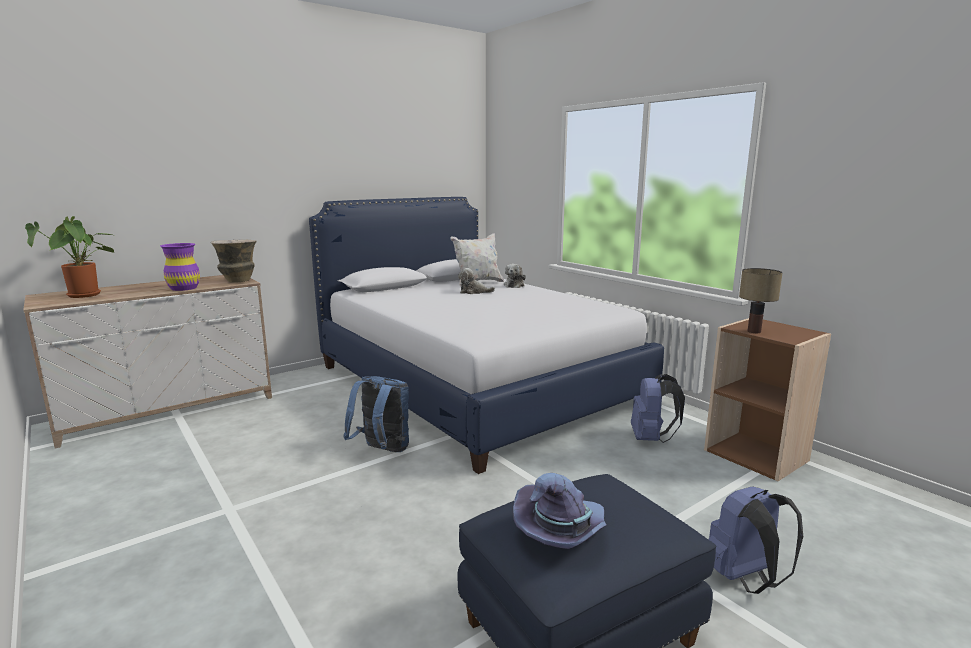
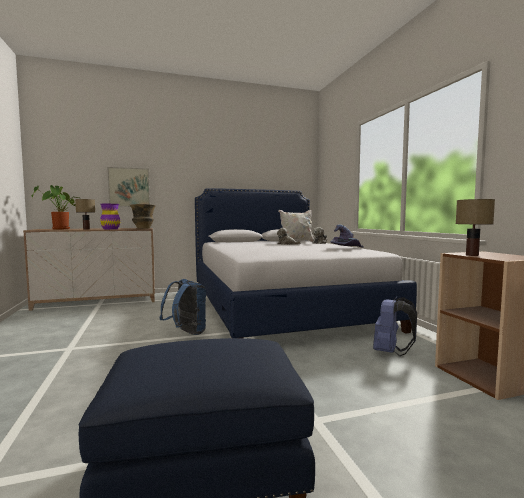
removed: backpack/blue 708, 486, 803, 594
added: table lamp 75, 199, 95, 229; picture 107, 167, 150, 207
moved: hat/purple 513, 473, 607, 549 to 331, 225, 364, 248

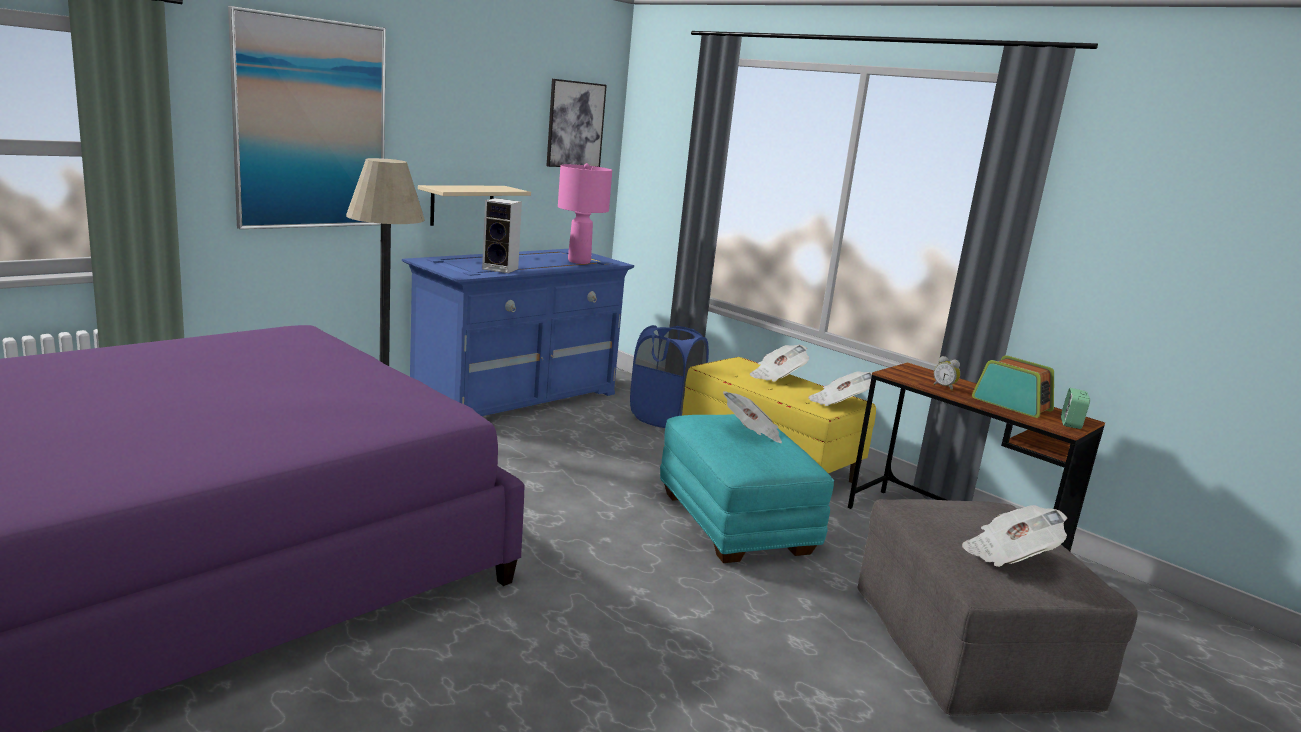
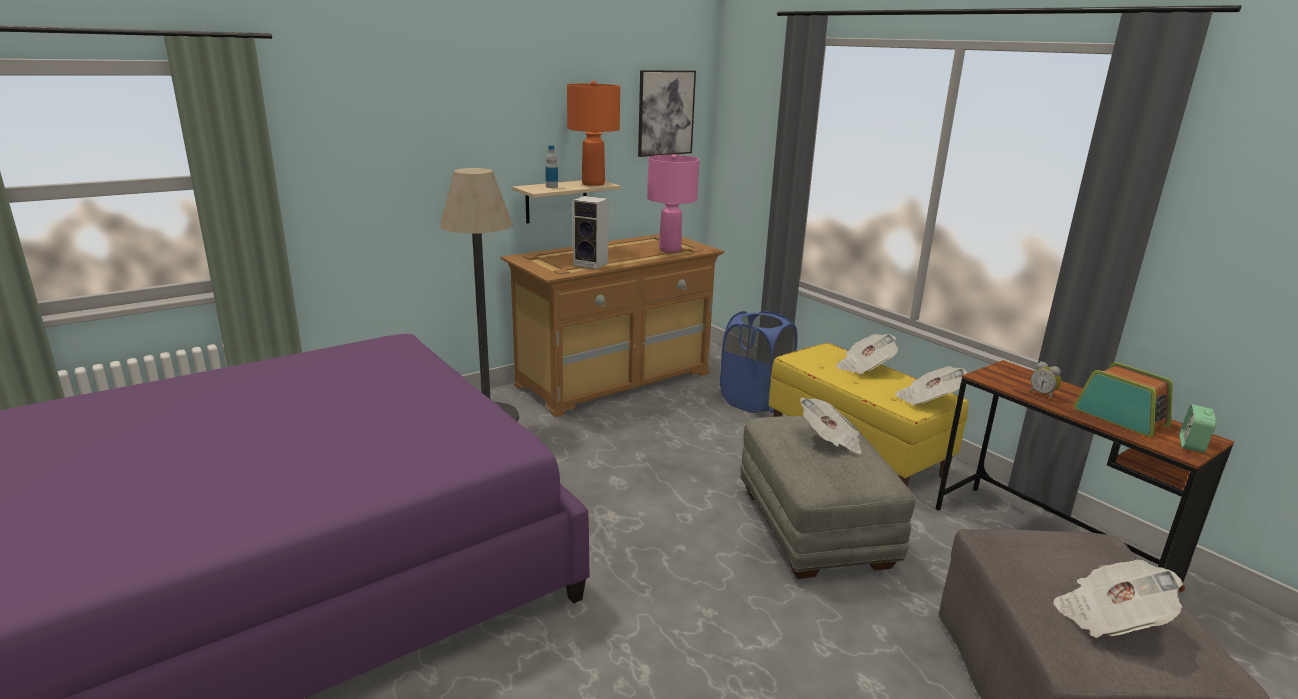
removed: picture 228, 6, 386, 229
added: bottle 545, 145, 558, 188; table lamp/orange 567, 81, 620, 186
recoloured: dresser/blue 402, 249, 634, 416 to dresser/brown 501, 234, 724, 417; ottoman/turquoise 660, 414, 834, 563 to ottoman/grey 740, 415, 916, 579

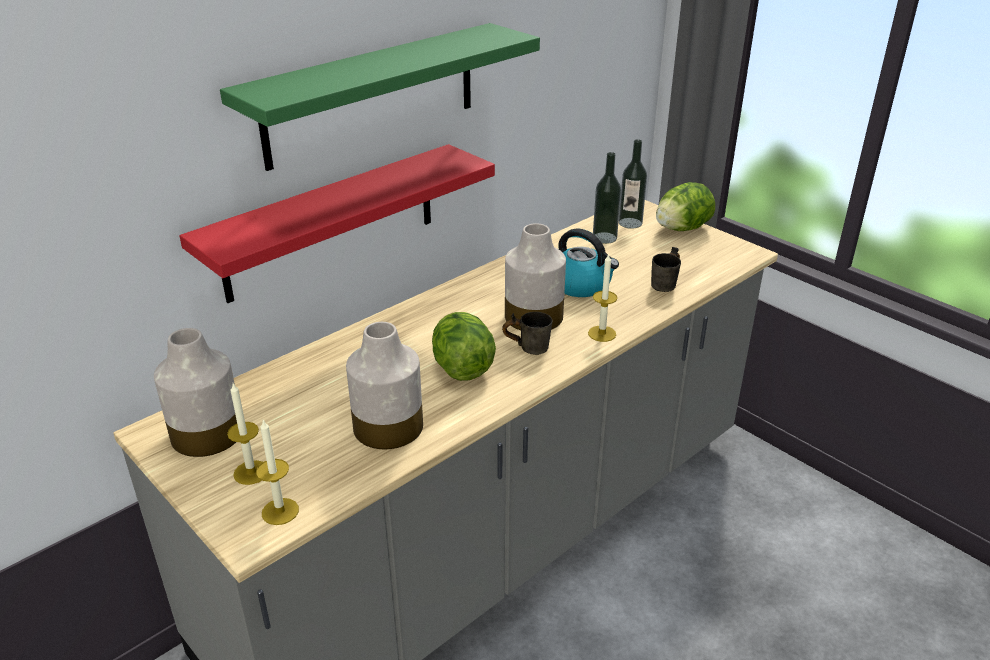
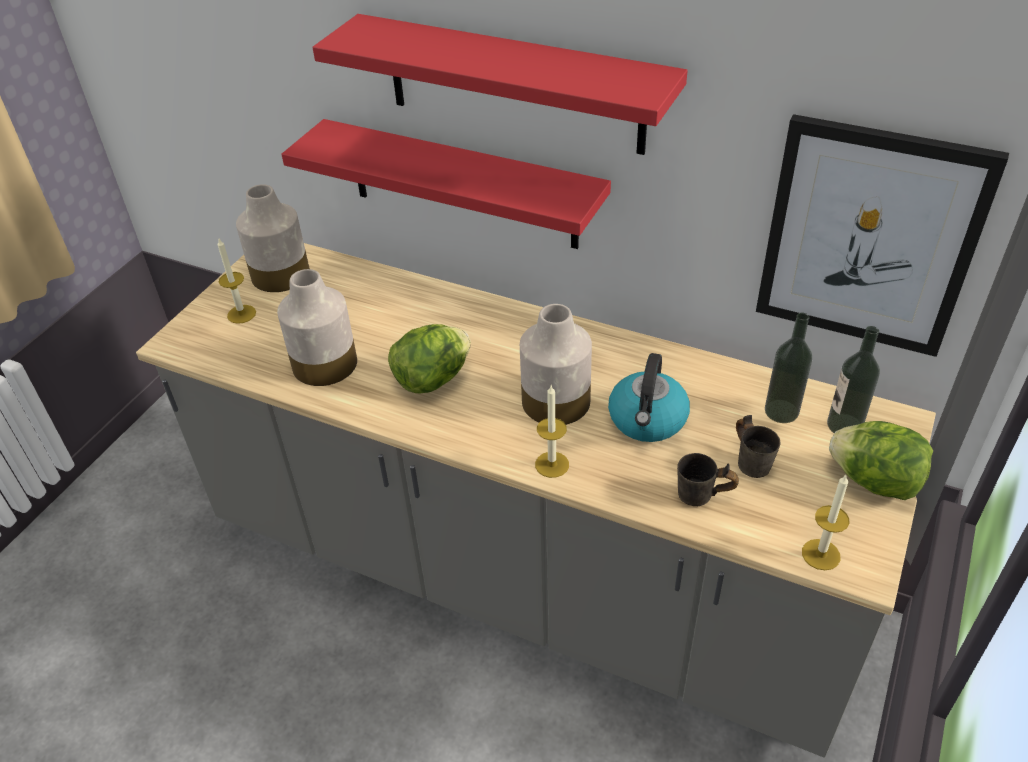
added: picture 756, 114, 1009, 357
moved: candle 256, 420, 299, 525 to 802, 475, 849, 570; mug/grey 502, 312, 552, 355 to 736, 415, 780, 478
recoloured: shelf/green 220, 23, 540, 171 to shelf/red 312, 14, 688, 155

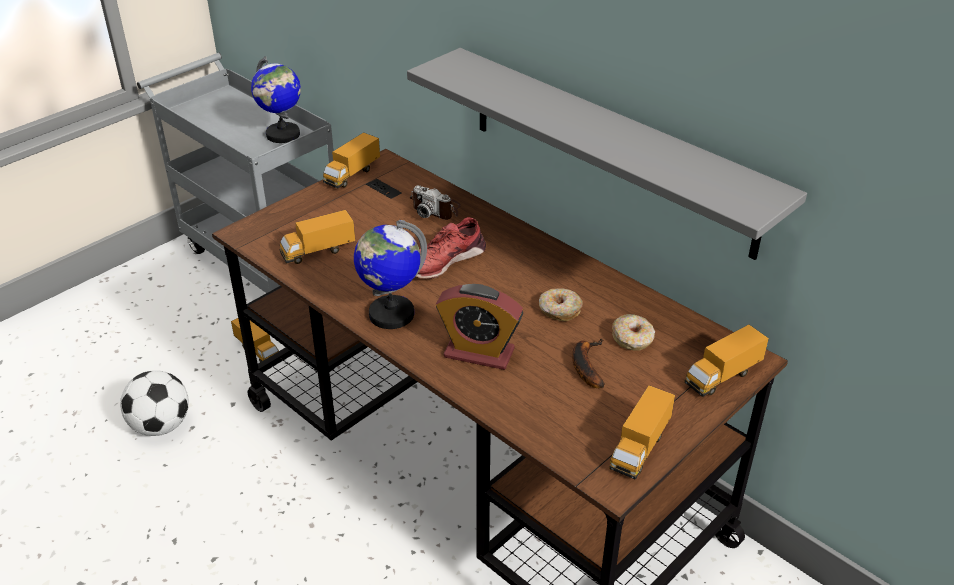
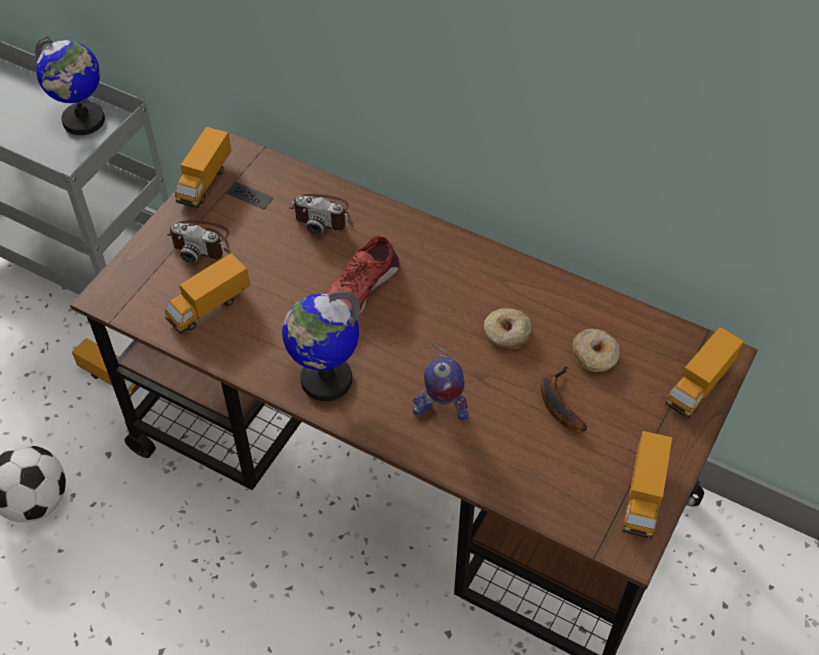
removed: shelf/grey 407, 48, 807, 260
added: photo camera 167, 220, 230, 263
replaced: alarm clock 436, 284, 523, 370 to toy robot 412, 341, 469, 421

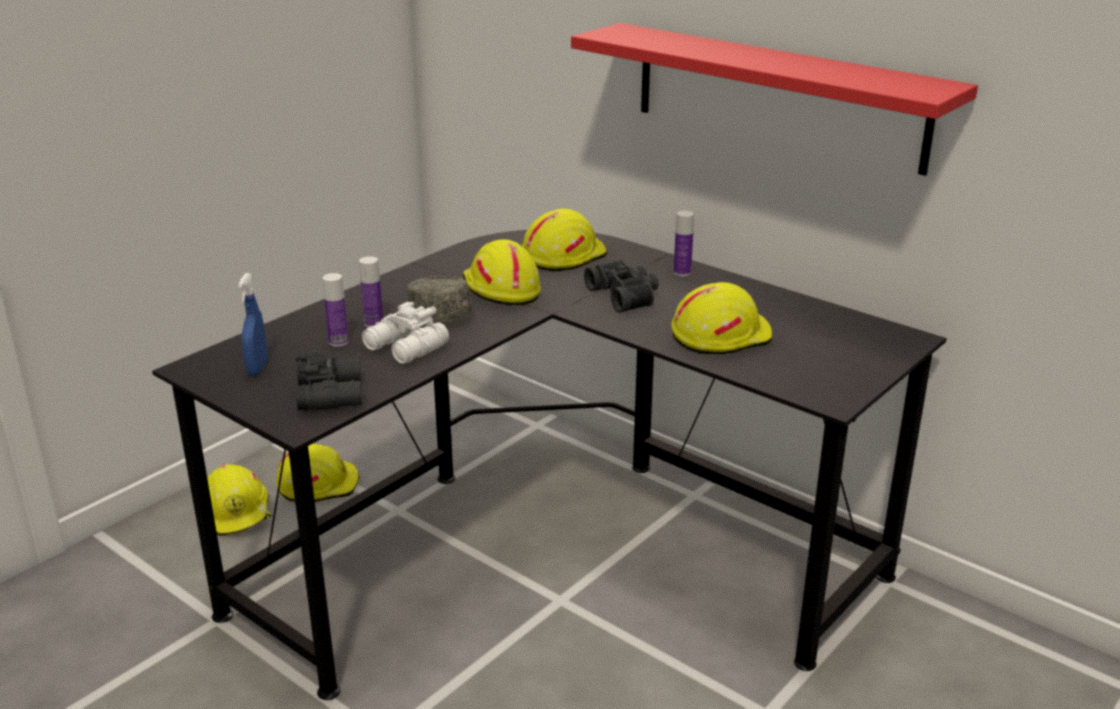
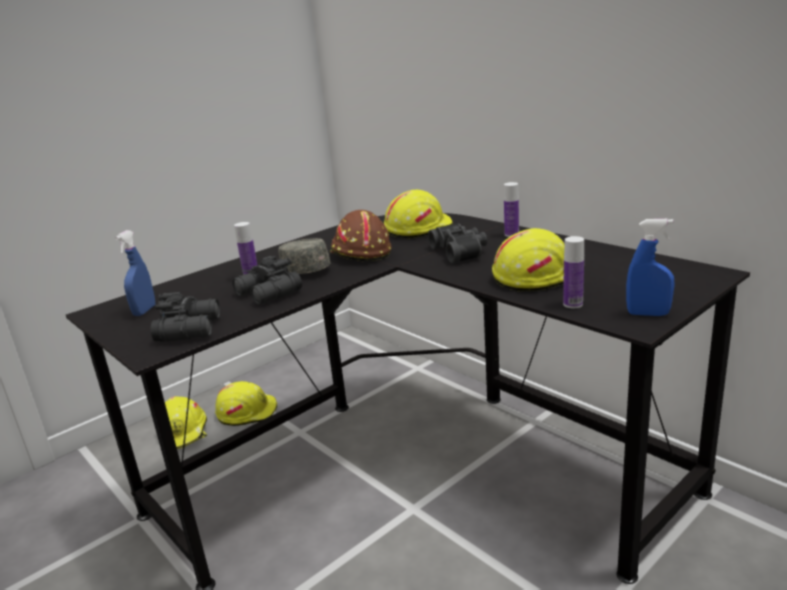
removed: shelf/red 571, 23, 978, 176
added: spray bottle/blue 626, 219, 675, 316
moved: bottle 323, 273, 349, 347 to 563, 236, 584, 308
recoloured: binoculars/white 362, 302, 449, 364 to binoculars/black 232, 256, 302, 305; hard hat/yellow 462, 239, 541, 306 to hard hat/brown 330, 210, 392, 261

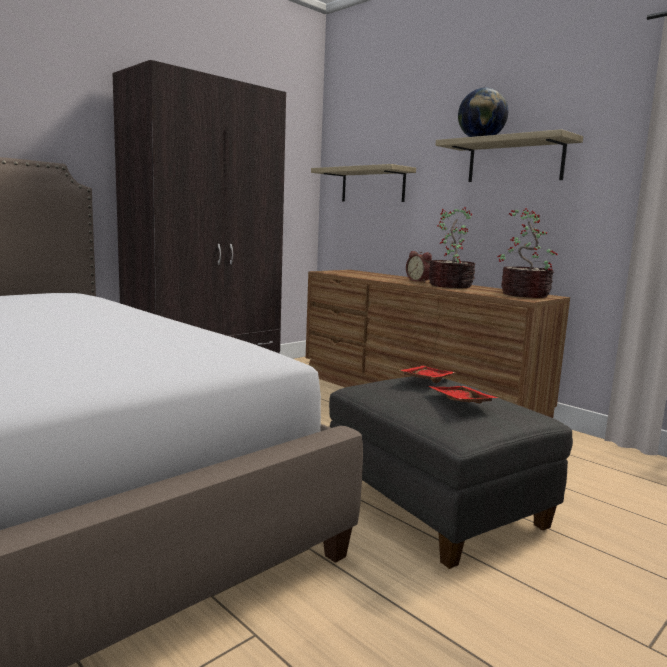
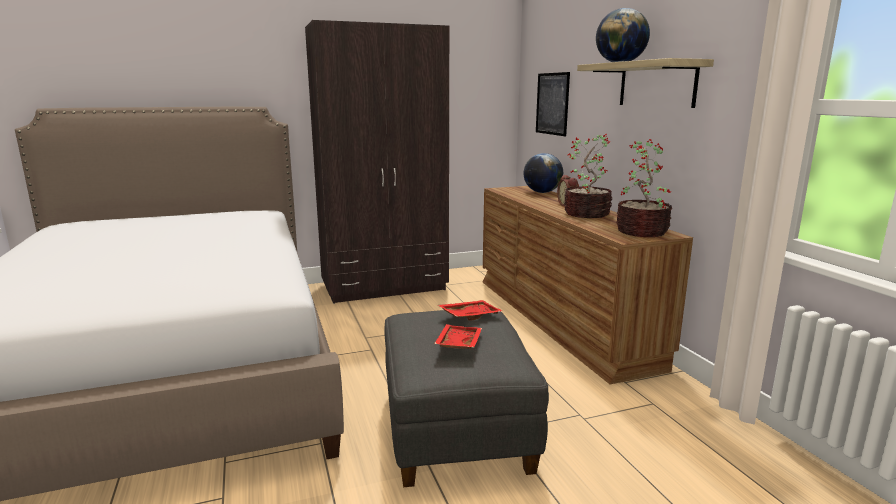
added: globe 524, 153, 563, 193
replaced: shelf 311, 164, 416, 202 to picture 536, 72, 570, 136

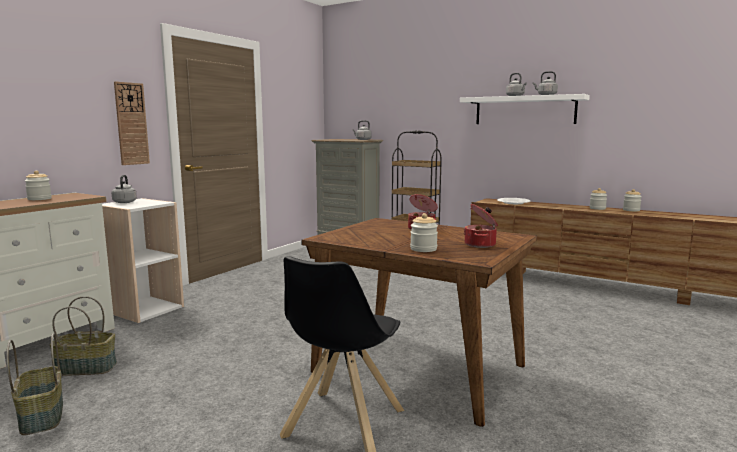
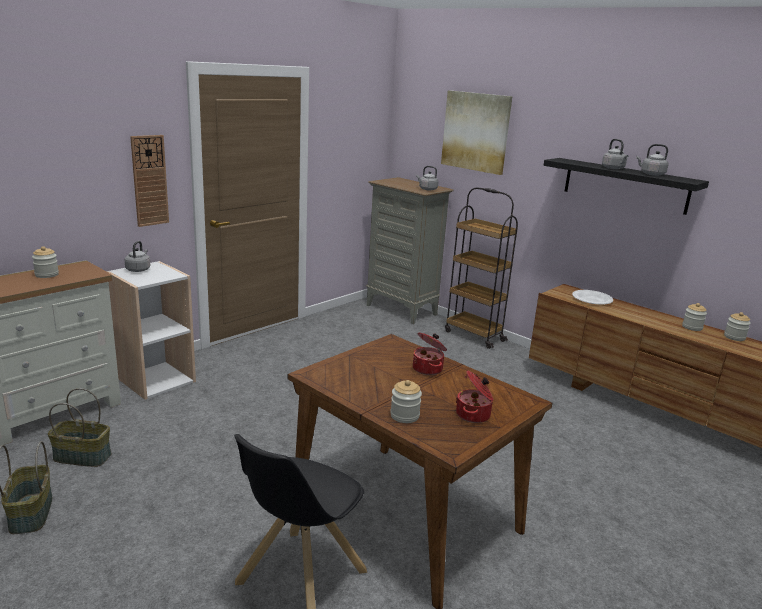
added: picture 441, 90, 513, 175
recoloured: shelf/white 460, 94, 590, 124 to shelf/black 543, 158, 709, 215

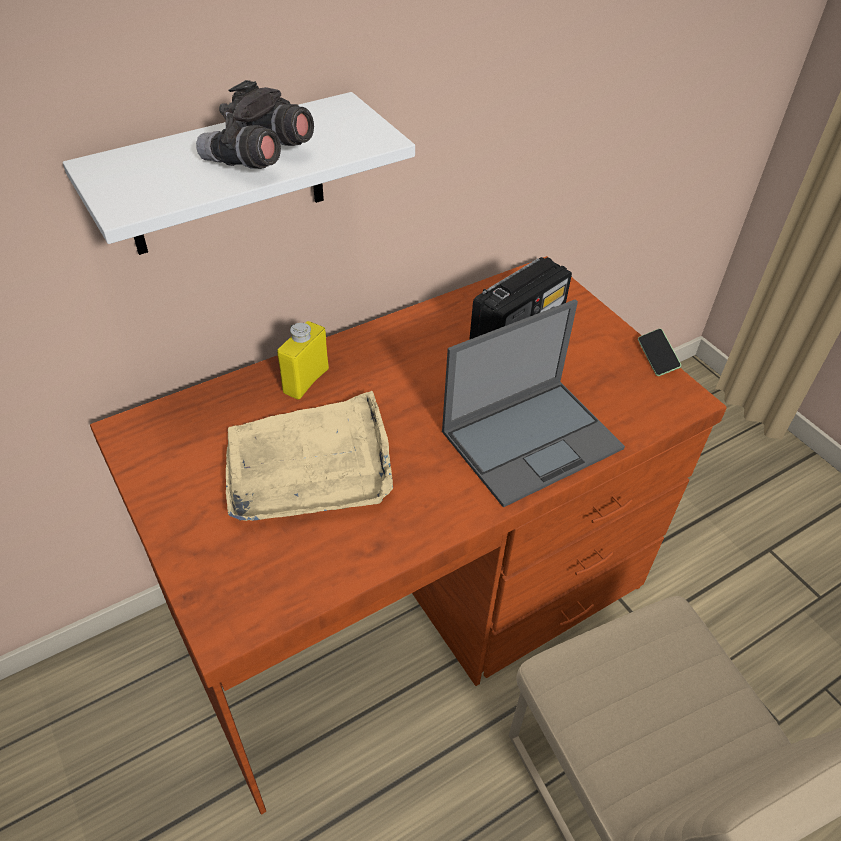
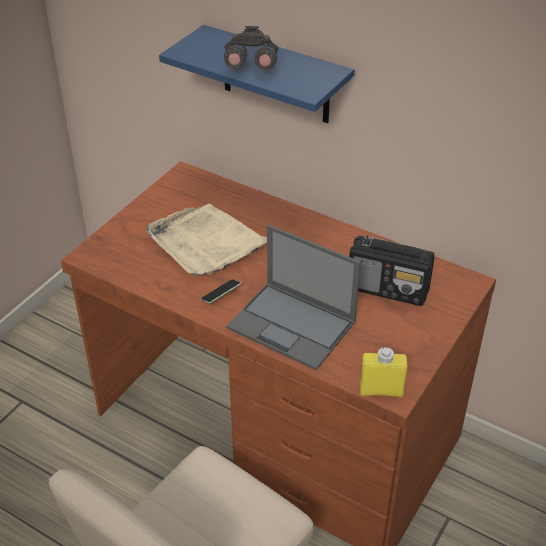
moved: bottle/yellow 277, 321, 329, 400 to 360, 346, 408, 397; phone 638, 329, 681, 376 to 201, 279, 241, 303
recoloured: shelf/white 63, 92, 415, 255 to shelf/blue 159, 25, 354, 123

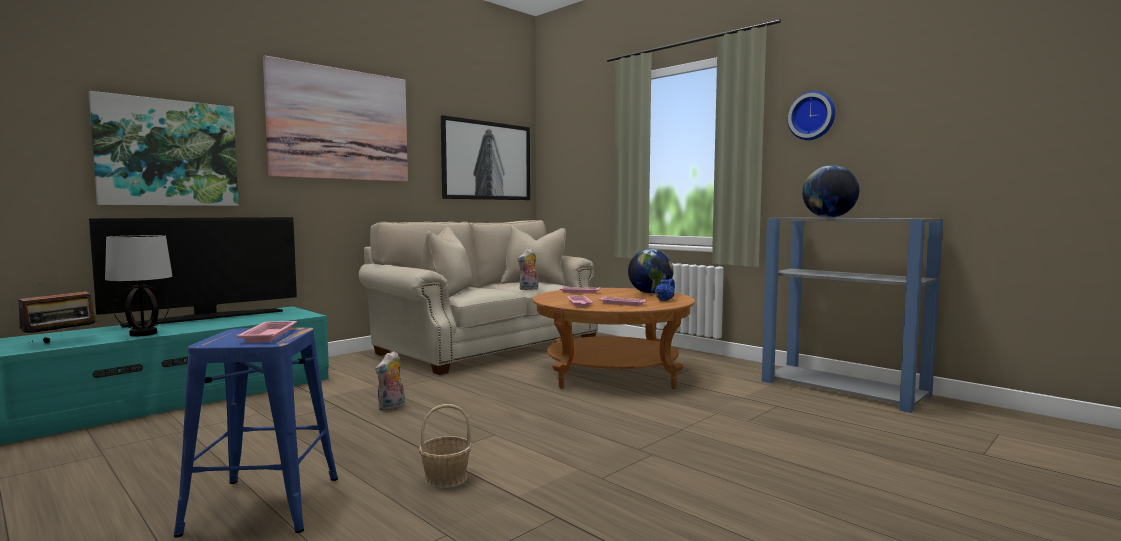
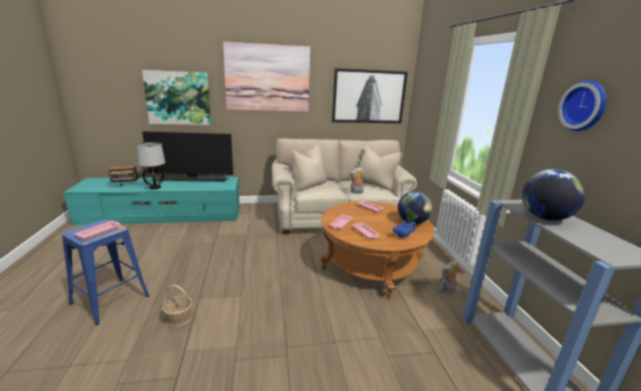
moved: plush toy 375, 351, 405, 411 to 439, 260, 458, 294

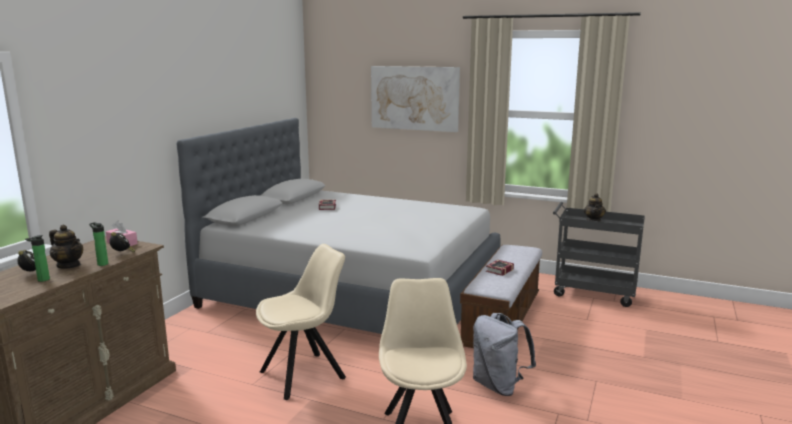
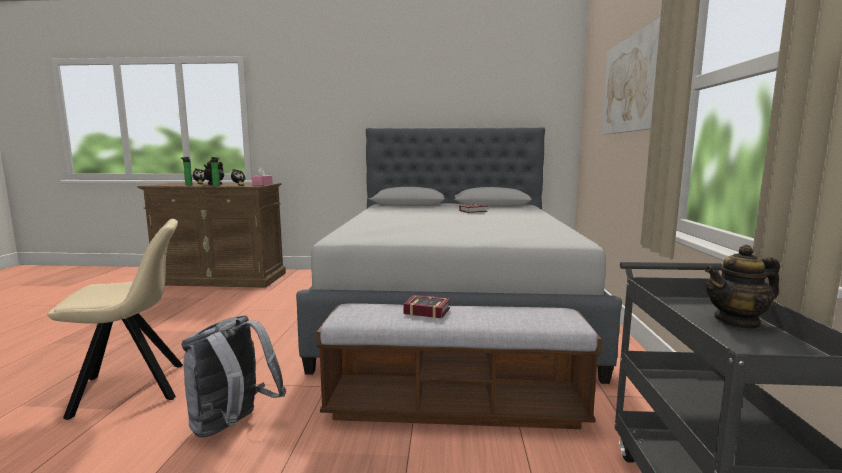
removed: chair/beige 256, 244, 346, 400

